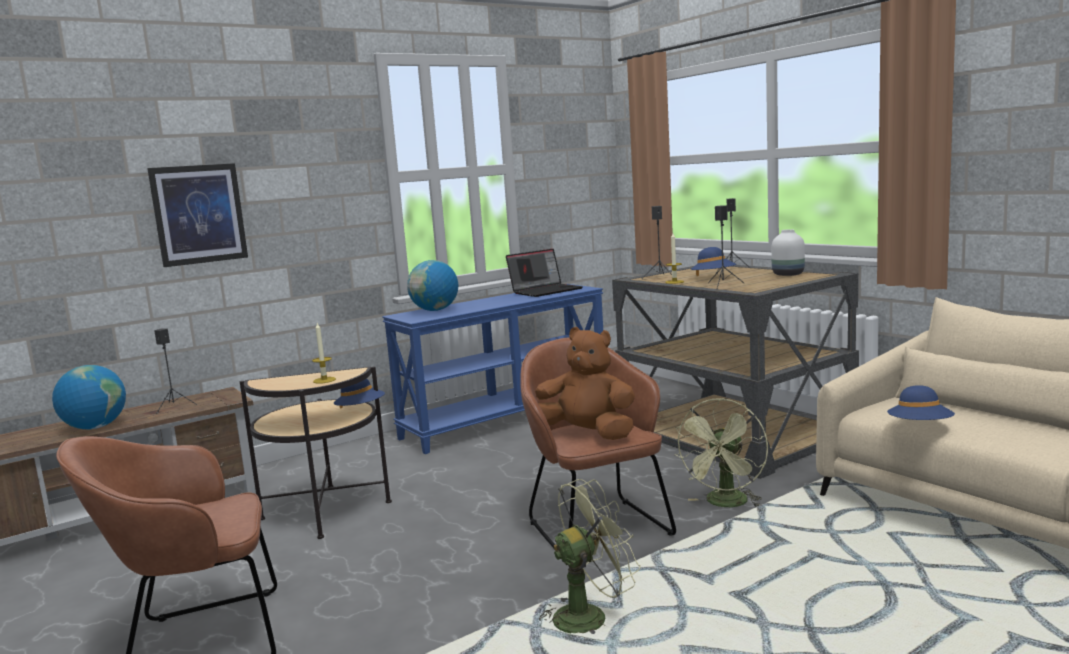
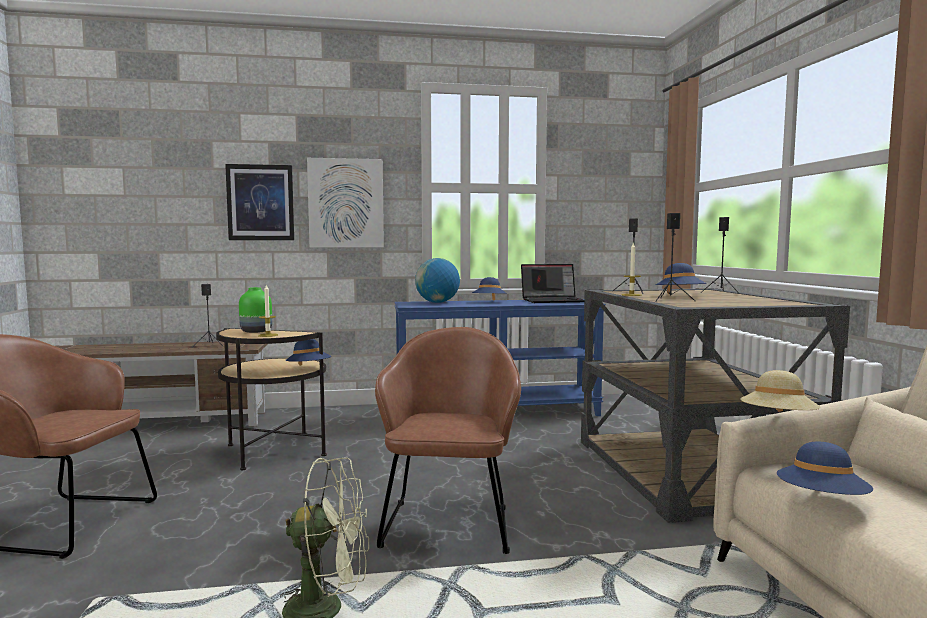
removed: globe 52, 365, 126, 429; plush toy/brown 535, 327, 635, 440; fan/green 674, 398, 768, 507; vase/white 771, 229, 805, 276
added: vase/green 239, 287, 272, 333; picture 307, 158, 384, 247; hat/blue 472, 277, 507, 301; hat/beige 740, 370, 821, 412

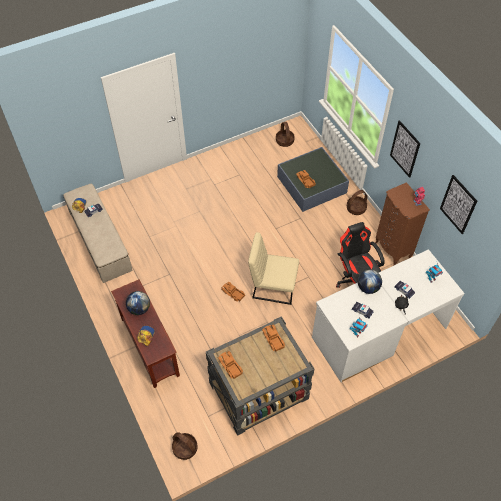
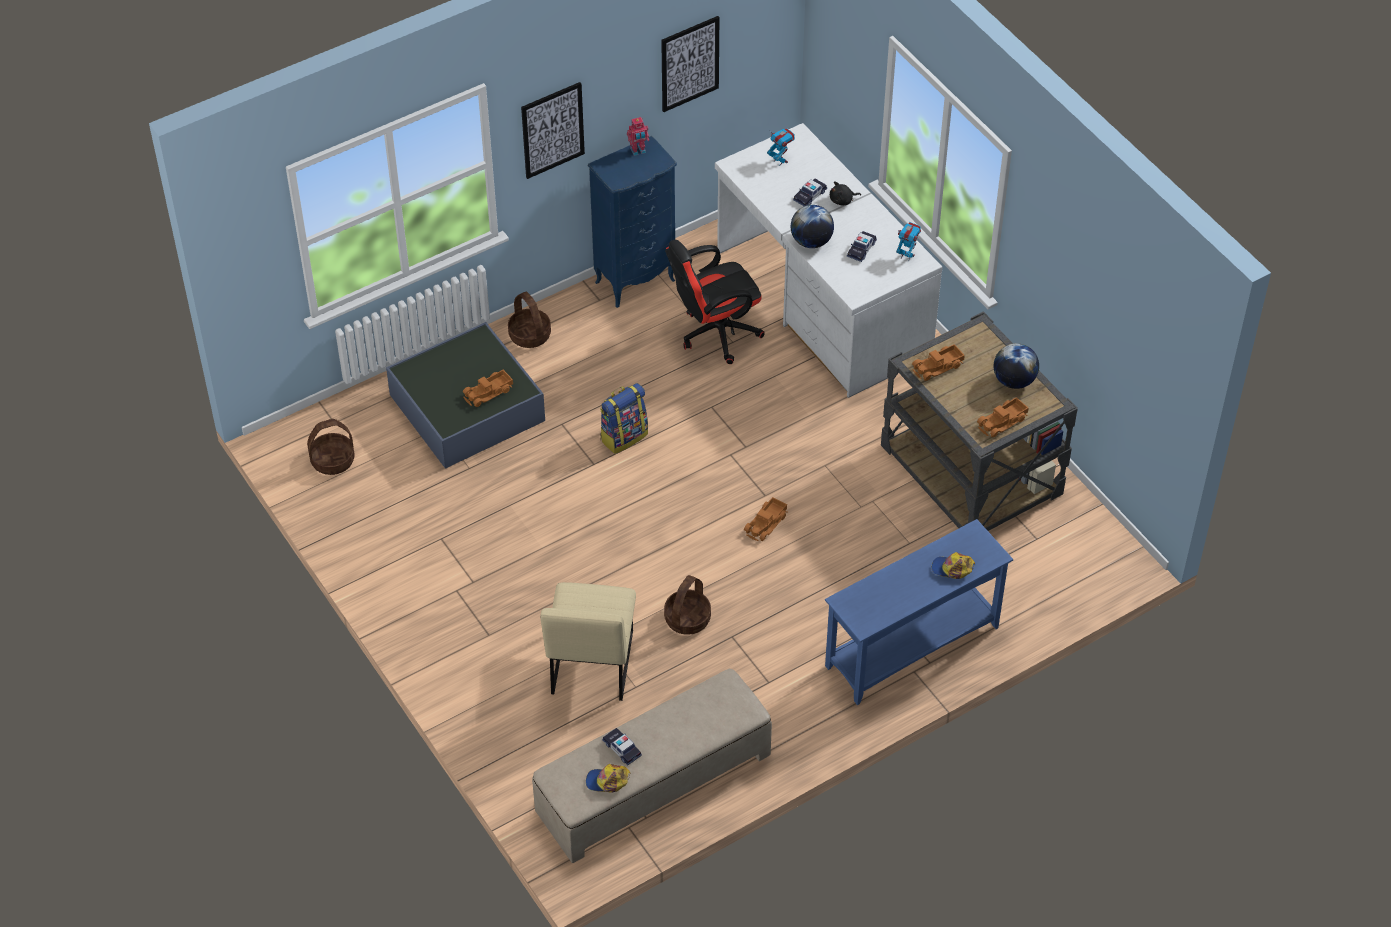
added: backpack 600, 383, 648, 454
moved: globe 126, 291, 150, 315 to 994, 343, 1039, 389; basket 172, 432, 198, 460 to 664, 575, 711, 635; chair/beige 248, 232, 299, 305 to 540, 582, 636, 701
recoloured: console table/brown 111, 280, 180, 388 to console table/blue 825, 519, 1013, 705; dresser/brown 375, 182, 430, 266 to dresser/blue 587, 136, 677, 308

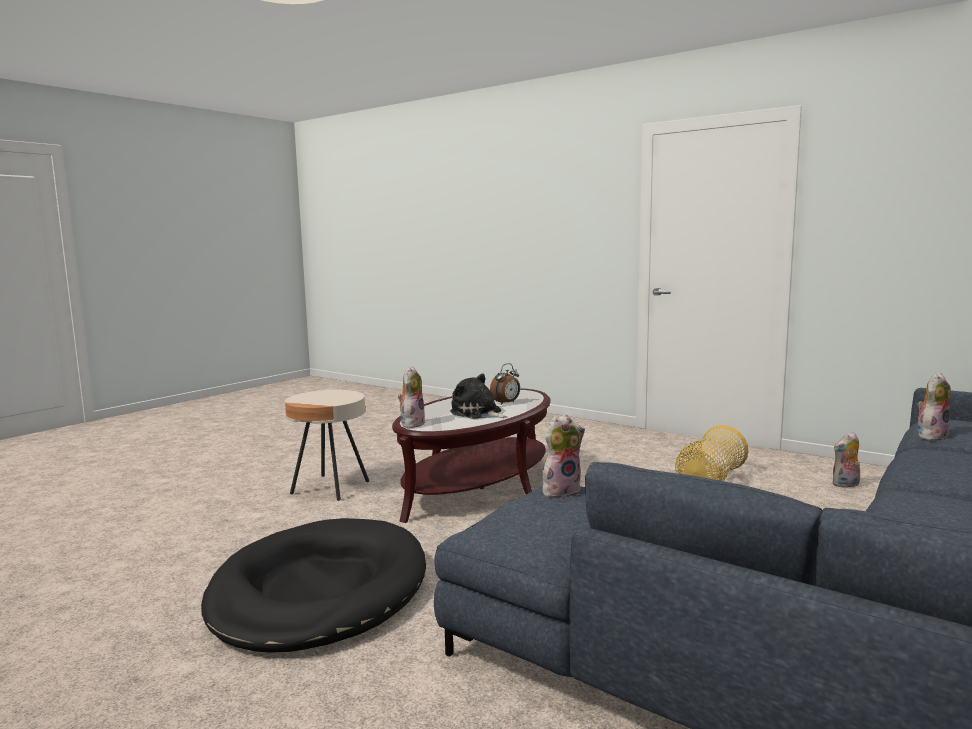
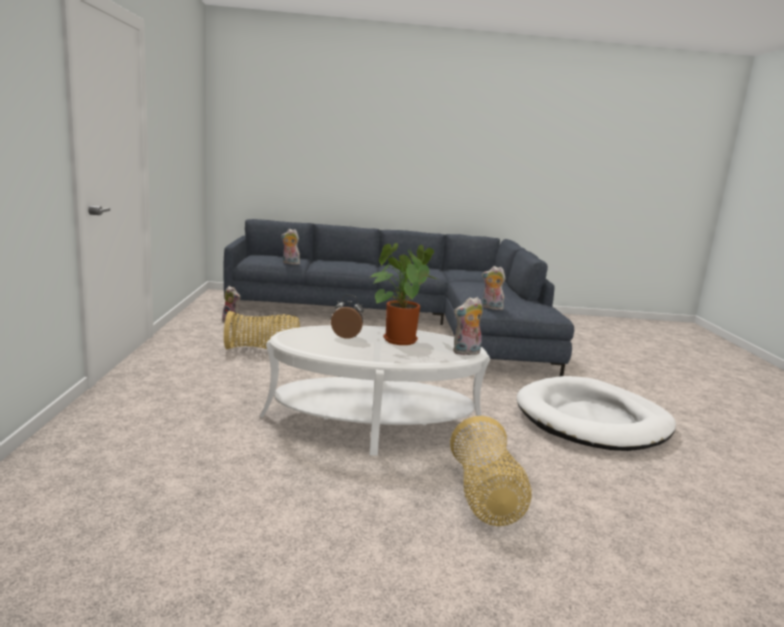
replaced: side table/beige 285, 390, 369, 501 to basket 450, 416, 531, 526; plush toy 450, 373, 508, 419 to potted plant 371, 243, 438, 345
recoloured: dog bed/black 201, 518, 426, 653 to dog bed/white 517, 376, 676, 451; coffee table/brown 392, 388, 551, 523 to coffee table/white 260, 325, 490, 456

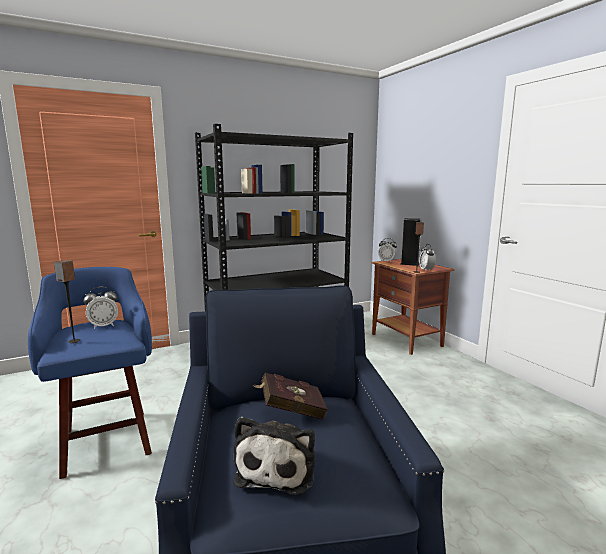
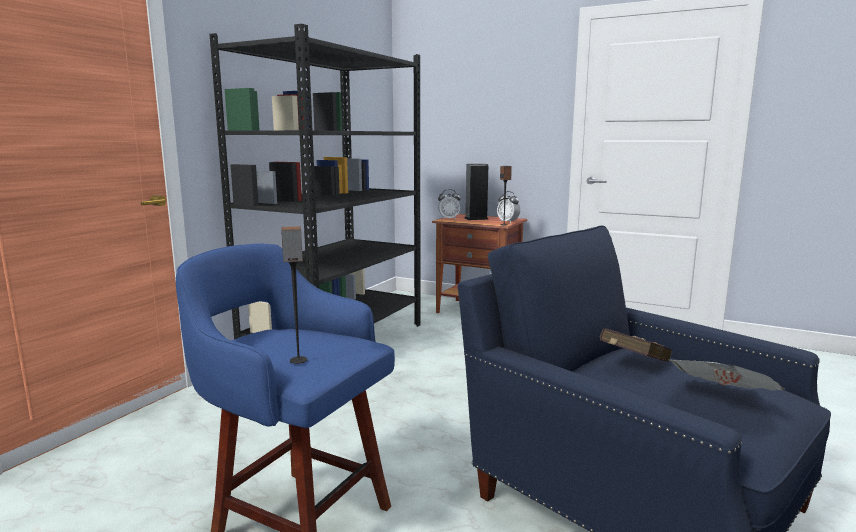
removed: alarm clock 83, 287, 118, 329
replaced: plush toy 233, 416, 315, 495 to newspaper 668, 359, 785, 391

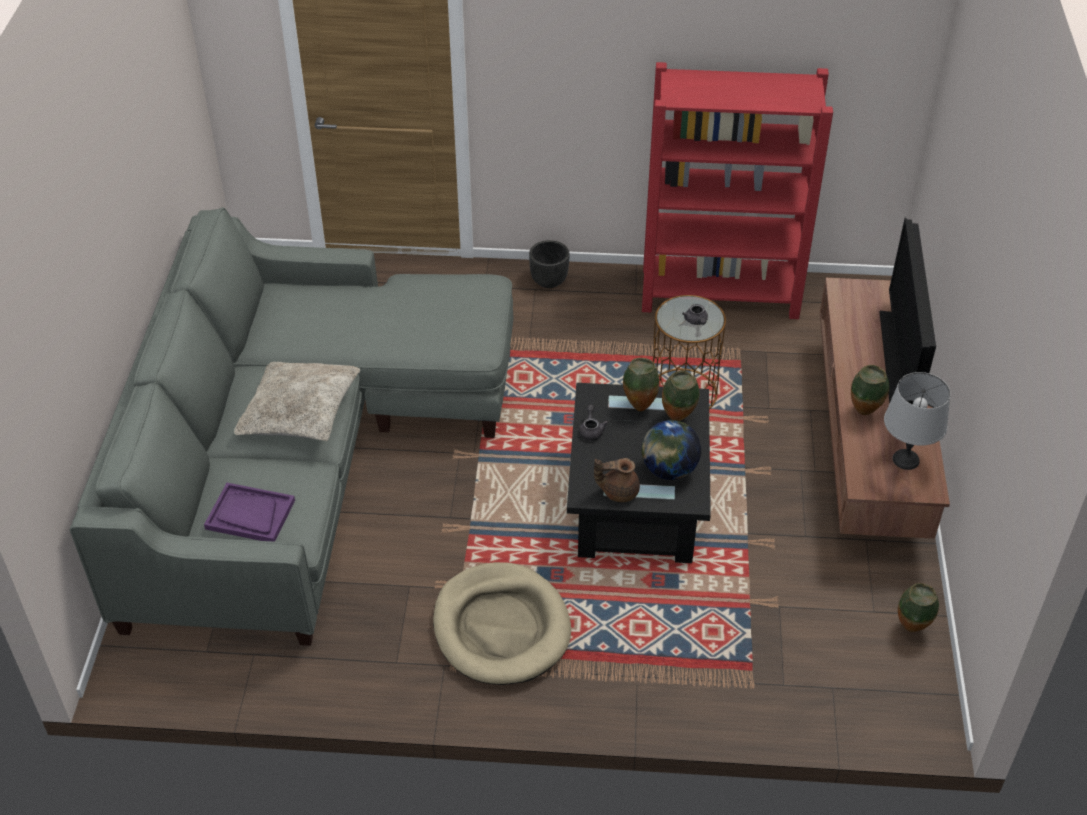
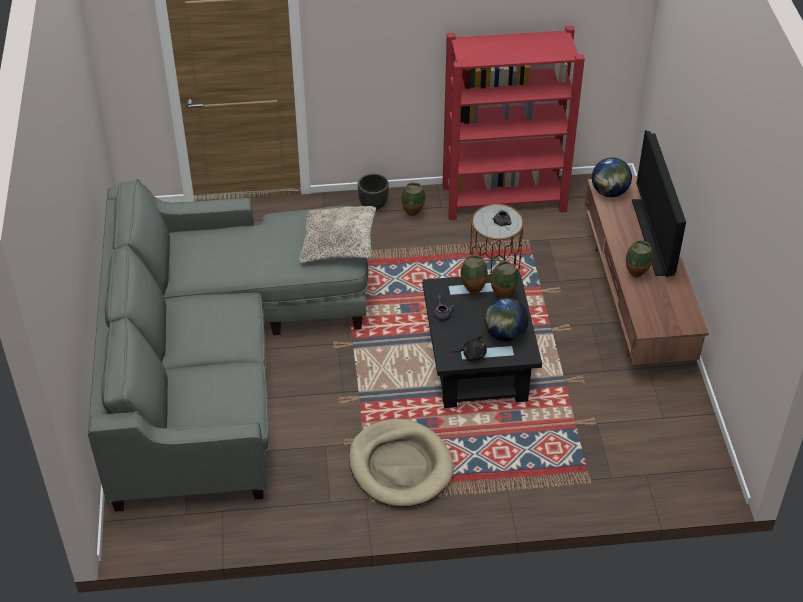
removed: tray/purple 204, 483, 295, 542; table lamp/grey 884, 372, 950, 470
added: globe 592, 157, 632, 197
moved: pillow/beige 234, 362, 360, 441 to 299, 206, 376, 263; vase 898, 583, 939, 632 to 401, 182, 425, 216
replaced: teapot/brown 594, 458, 640, 502 to plush toy/black 453, 336, 487, 361

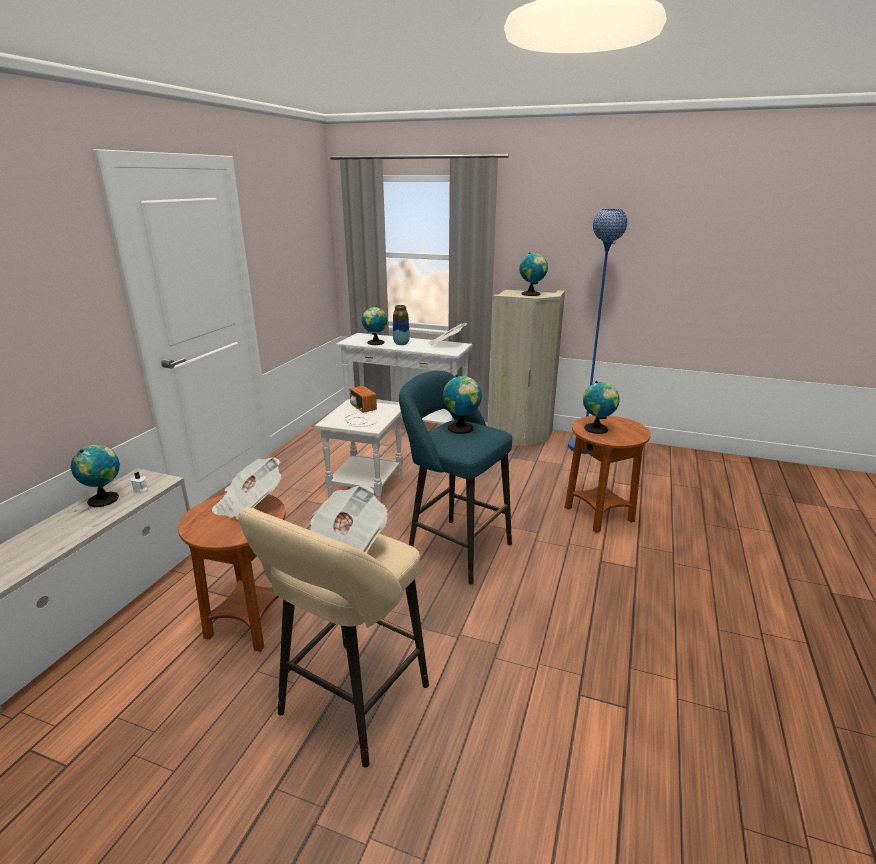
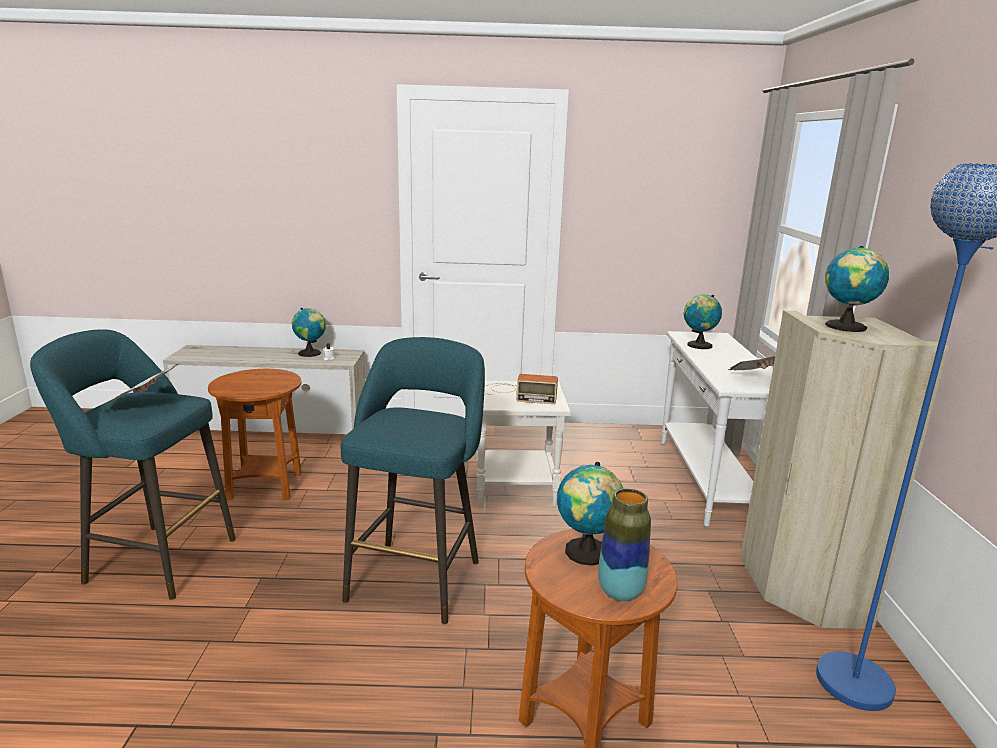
removed: newspaper 212, 457, 281, 519; globe 443, 375, 482, 434
moved: vase 393, 305, 410, 345 to 598, 488, 651, 601
recoloured: stool/beige 239, 507, 429, 768 to stool/turquoise 30, 329, 236, 600
turned: radio 345, 386, 377, 427 = 484, 374, 558, 404 60 degrees clockwise

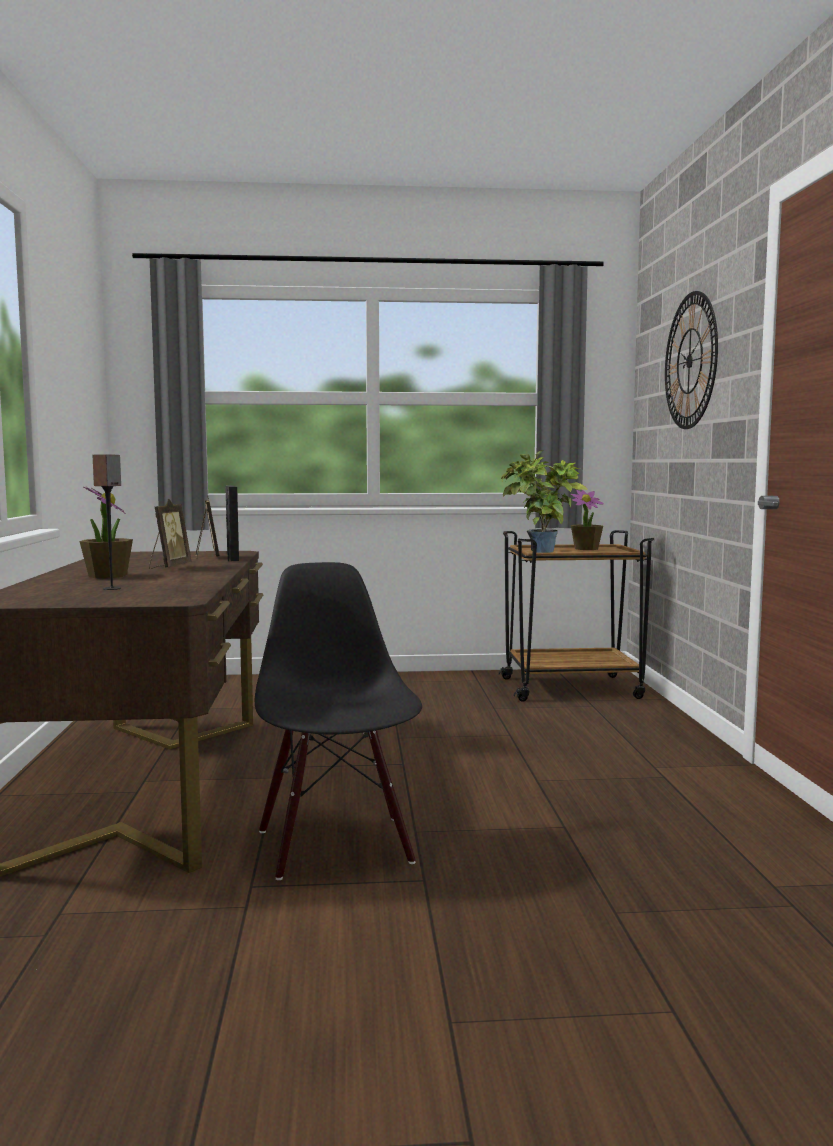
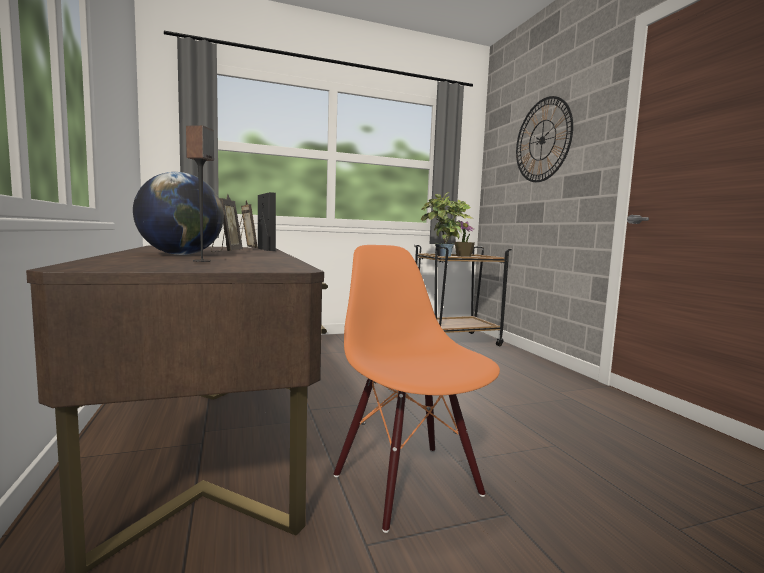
replaced: potted plant 79, 487, 133, 578 to globe 133, 172, 224, 255
recoloured: chair/black 255, 562, 422, 880 to chair/orange 334, 245, 500, 533

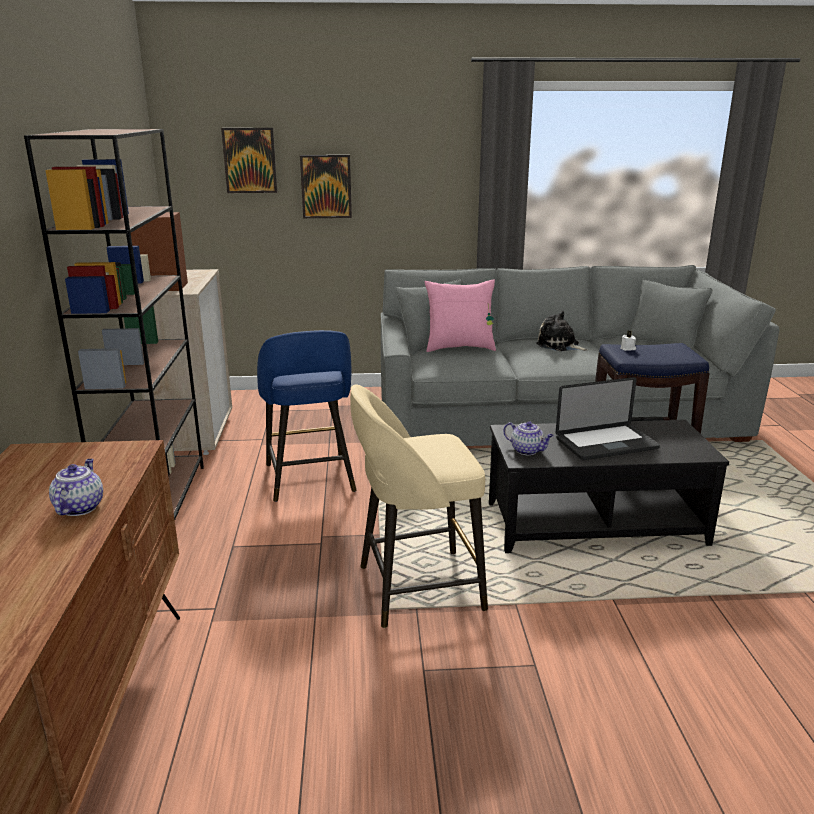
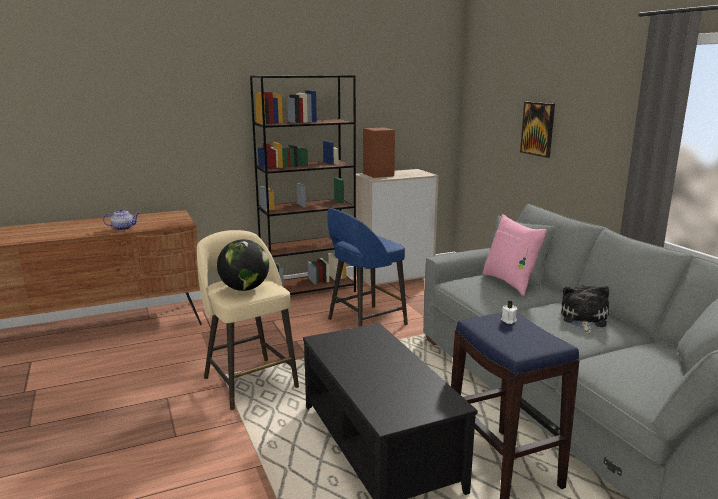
removed: picture 221, 128, 277, 193; teapot 503, 421, 554, 455; laptop 556, 377, 660, 460
added: globe 217, 239, 269, 291

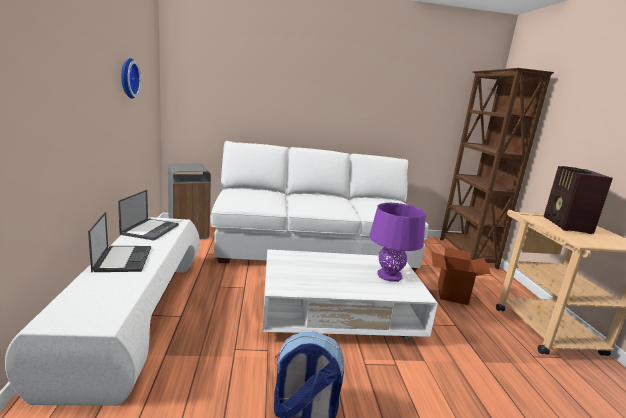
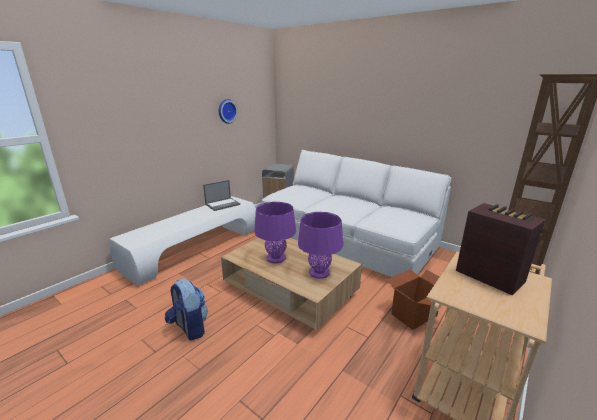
removed: laptop 88, 211, 151, 272
added: table lamp/purple 254, 202, 296, 263
recoloured: coffee table/white 262, 249, 438, 340 to coffee table/brown 221, 238, 362, 330
turned: radio 544, 166, 613, 234 = 456, 203, 545, 295 90 degrees clockwise

